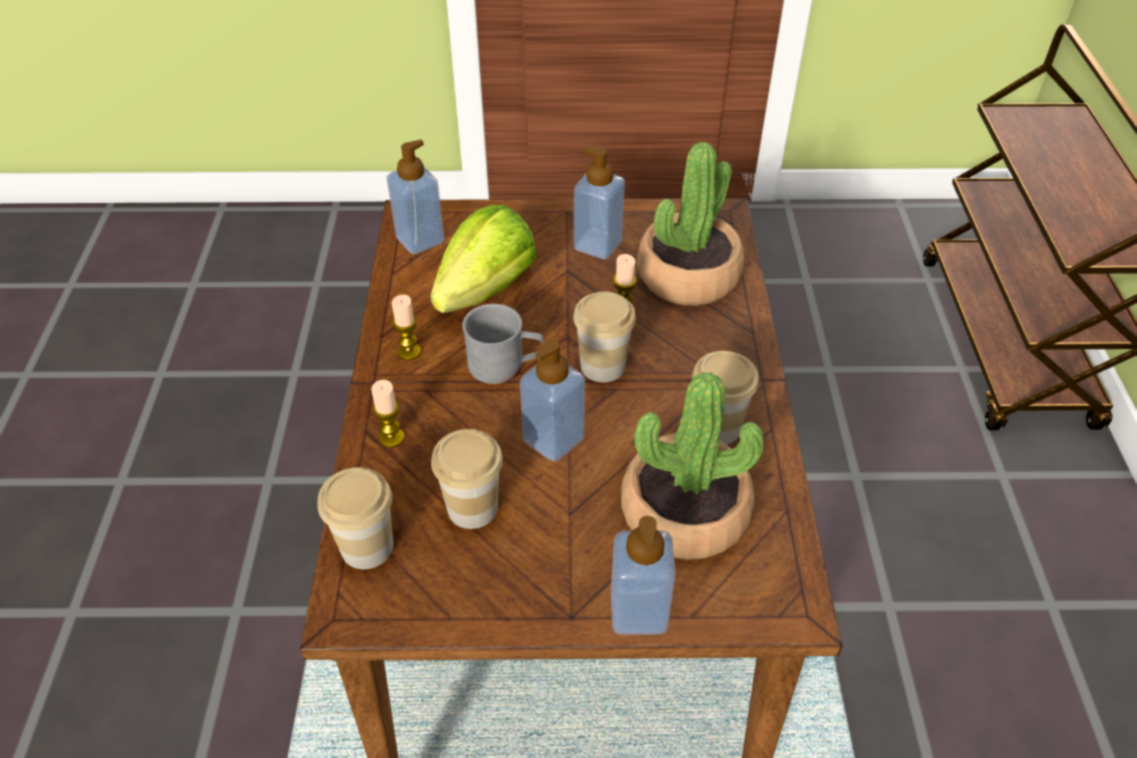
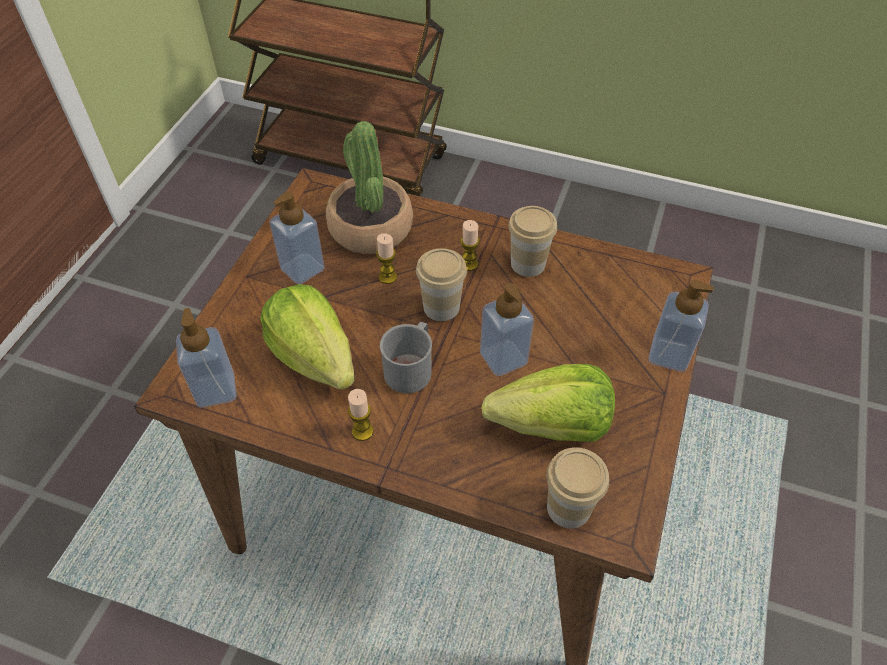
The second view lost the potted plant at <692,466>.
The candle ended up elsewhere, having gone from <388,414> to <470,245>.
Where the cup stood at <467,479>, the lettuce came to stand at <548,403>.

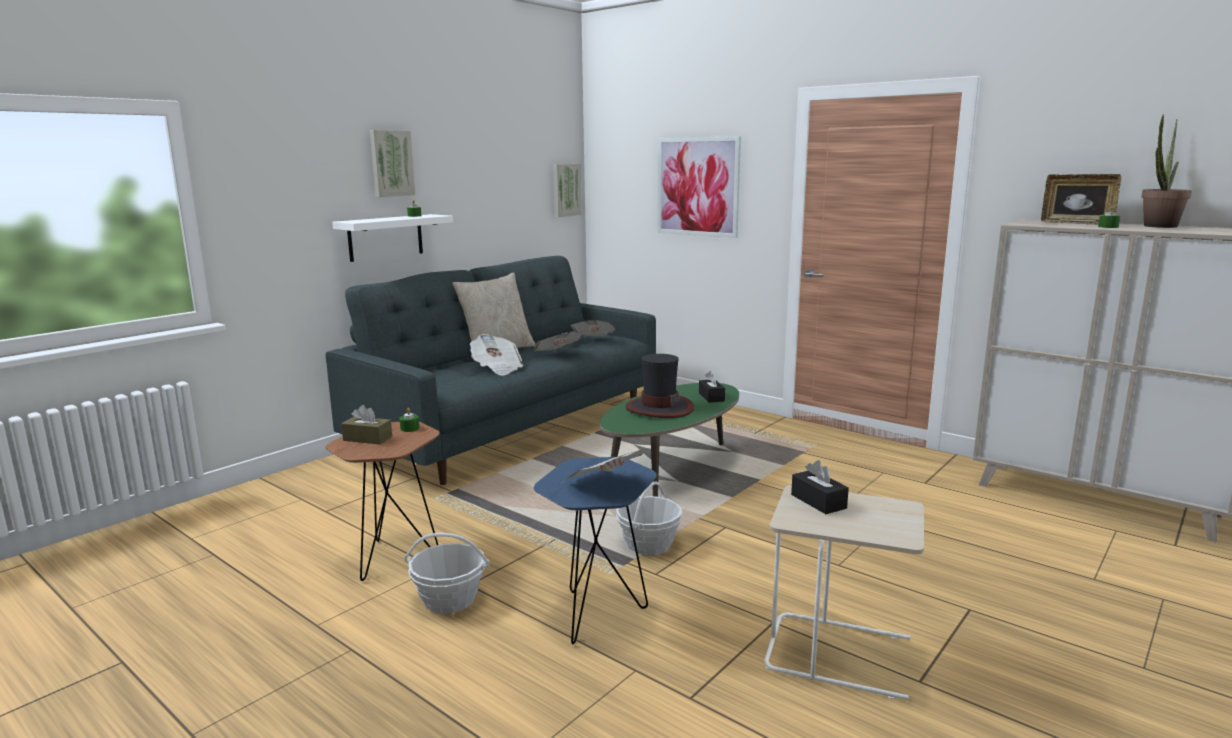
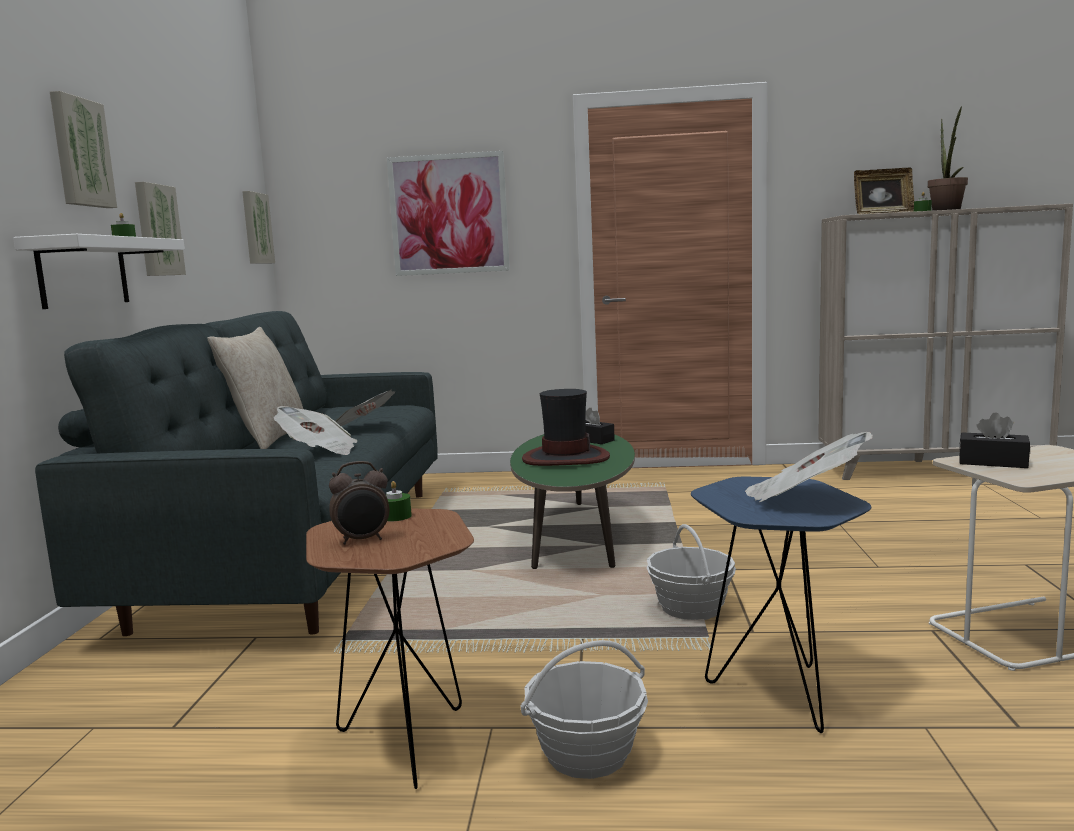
The second view lost the newspaper at <593,328>.
Where the brown tissue box stood at <366,424>, the alarm clock came to stand at <359,503>.
The second view gained the picture at <160,229>.

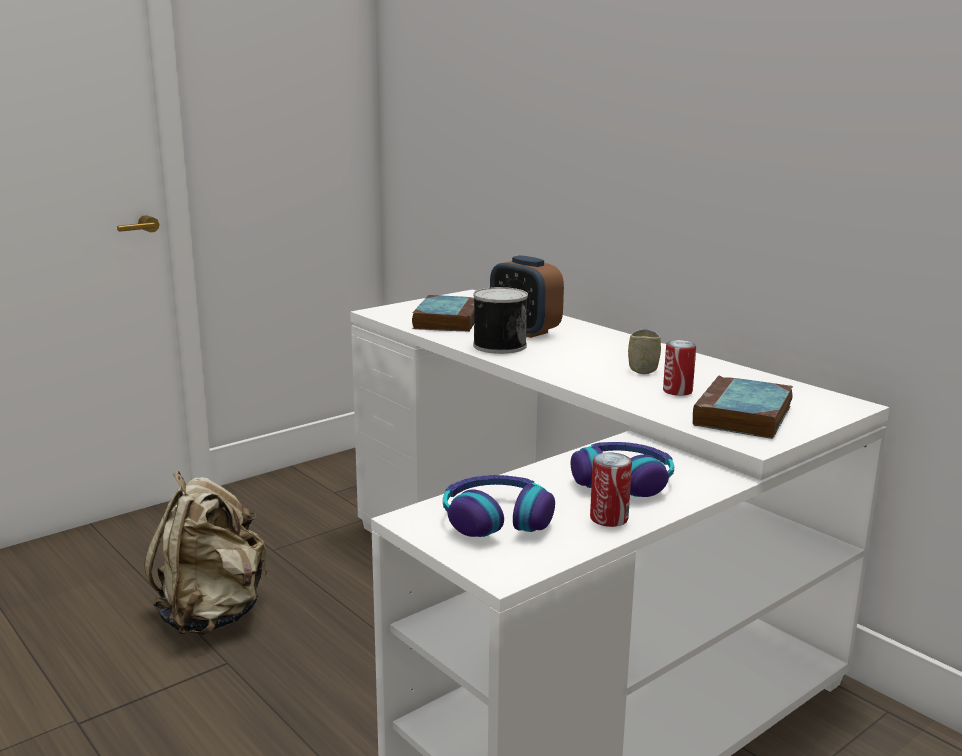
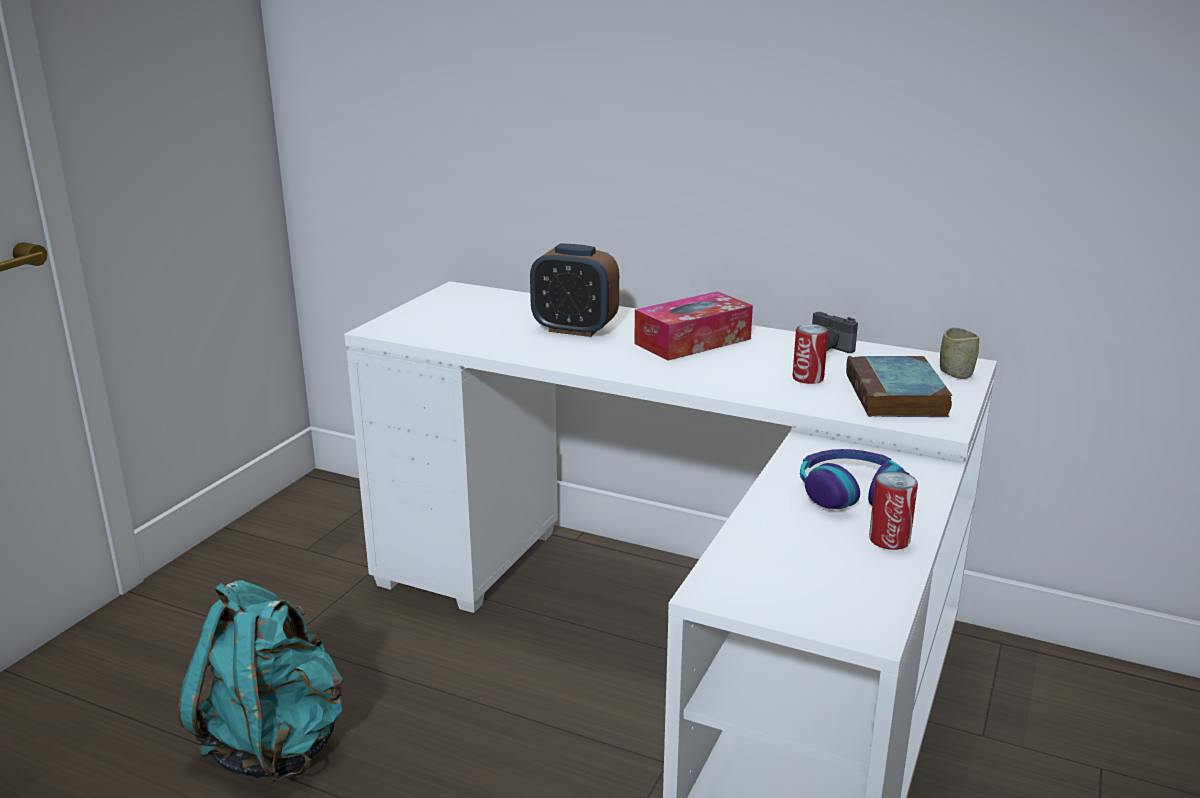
The second view lost the can at <500,320>.
The second view lost the book at <443,313>.
The cup ended up elsewhere, having gone from <644,351> to <959,353>.
What was the beige backpack at <206,553> turned into the turquoise backpack at <260,681>.
The second view lost the headphones at <499,506>.
The second view gained the tissue box at <693,326>.
The second view gained the photo camera at <835,332>.

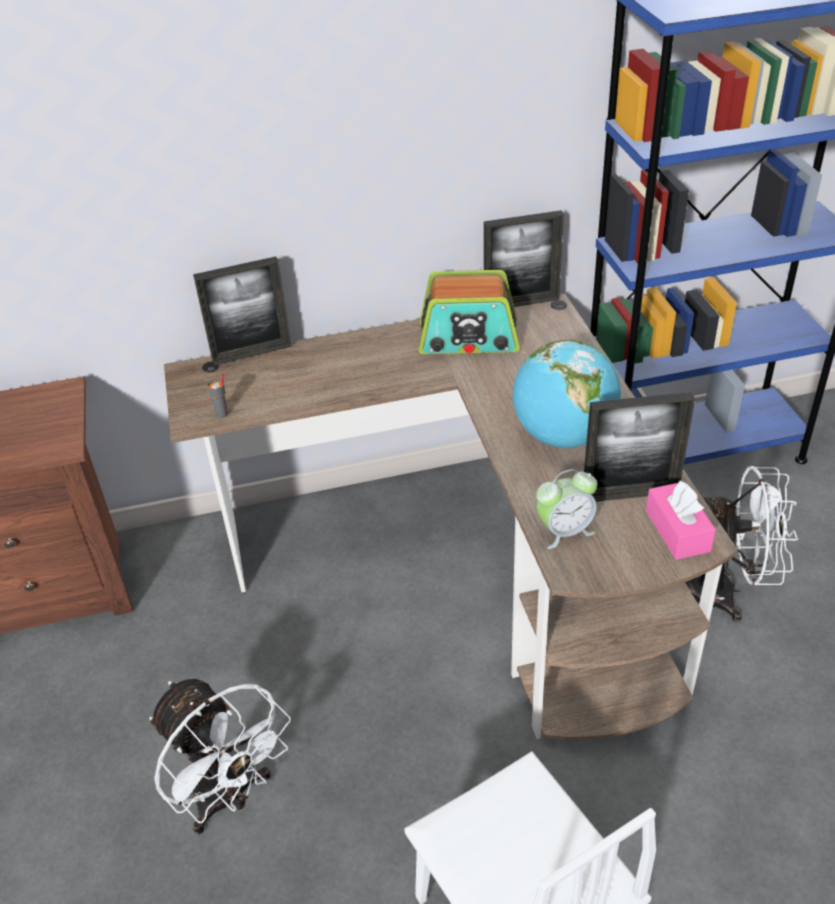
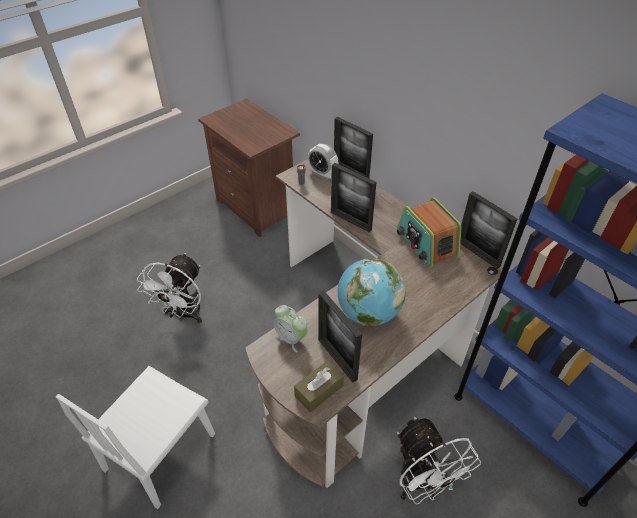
What was the pink tissue box at <681,520> turned into the brown tissue box at <319,386>.
The second view gained the alarm clock at <323,162>.
The second view gained the picture frame at <354,197>.

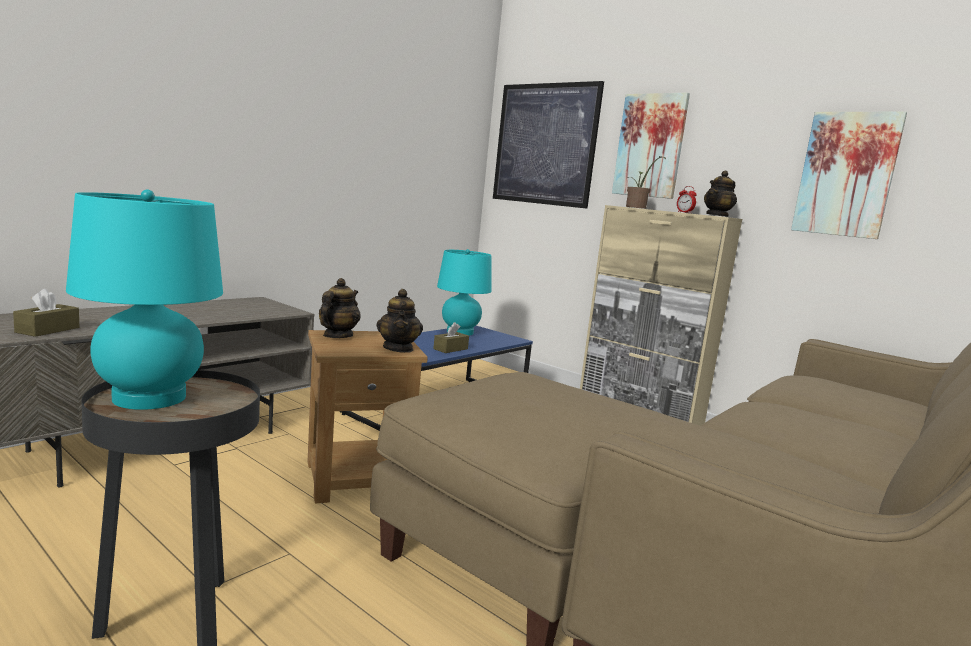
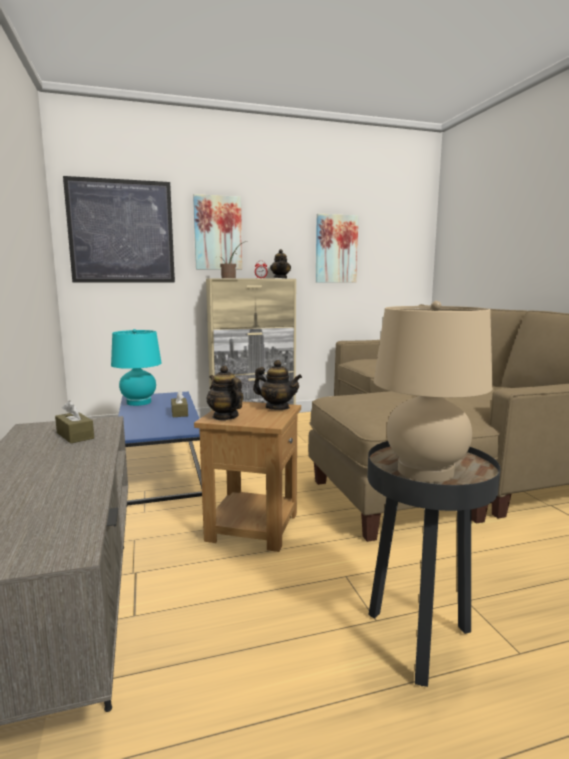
What was the turquoise table lamp at <144,300> turned into the beige table lamp at <433,391>.
The brown tissue box ended up elsewhere, having gone from <46,313> to <74,421>.

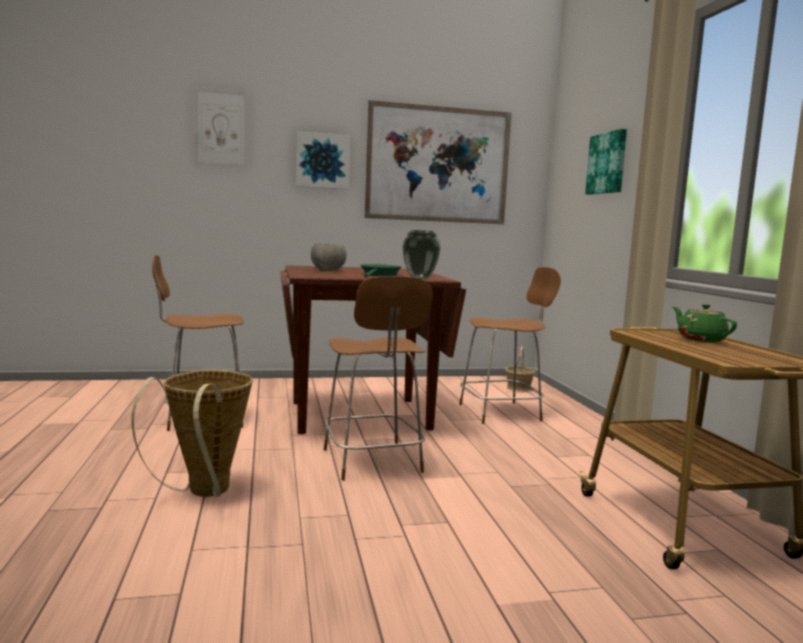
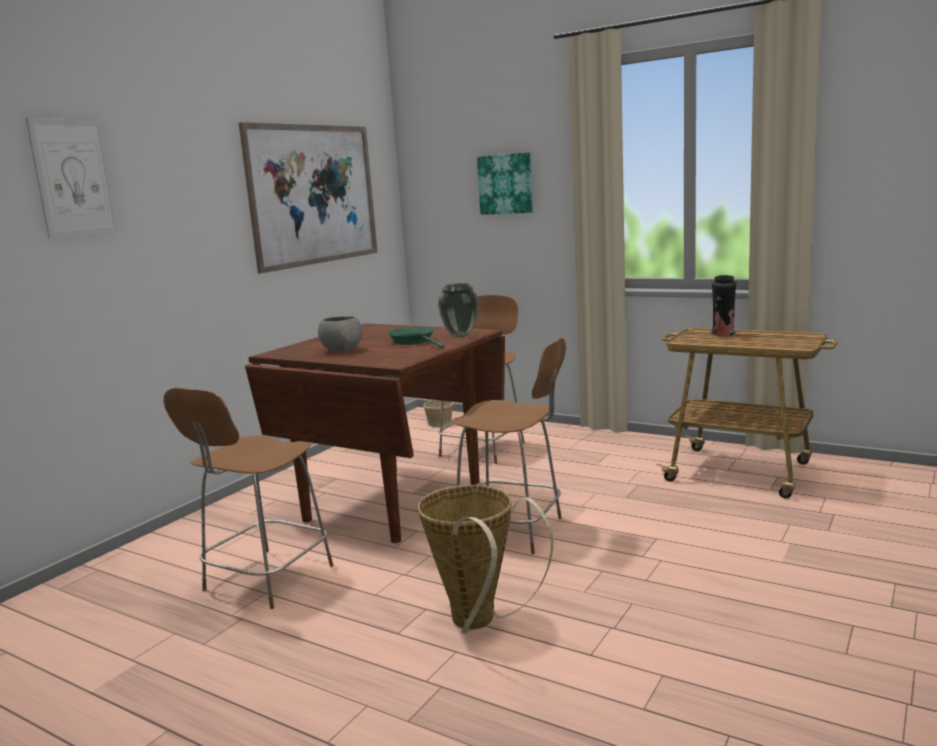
The second view lost the picture at <323,160>.
Where the green teapot stood at <705,323>, the black vase came to stand at <724,306>.

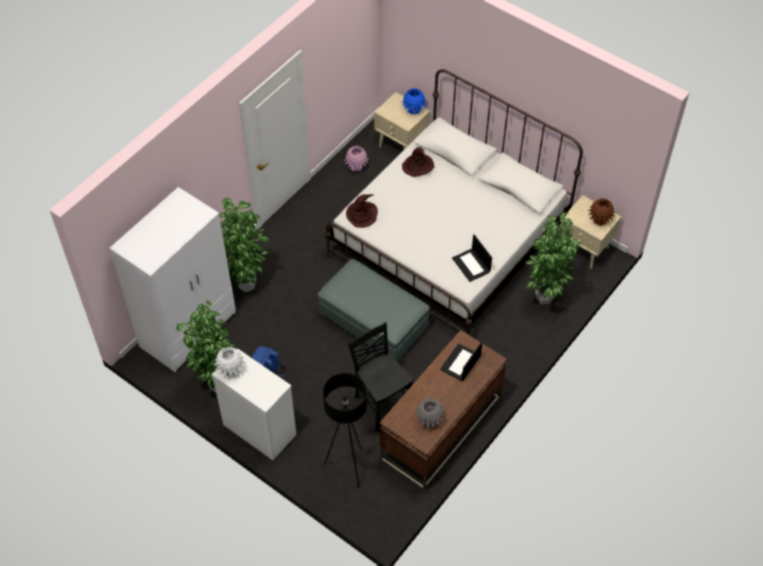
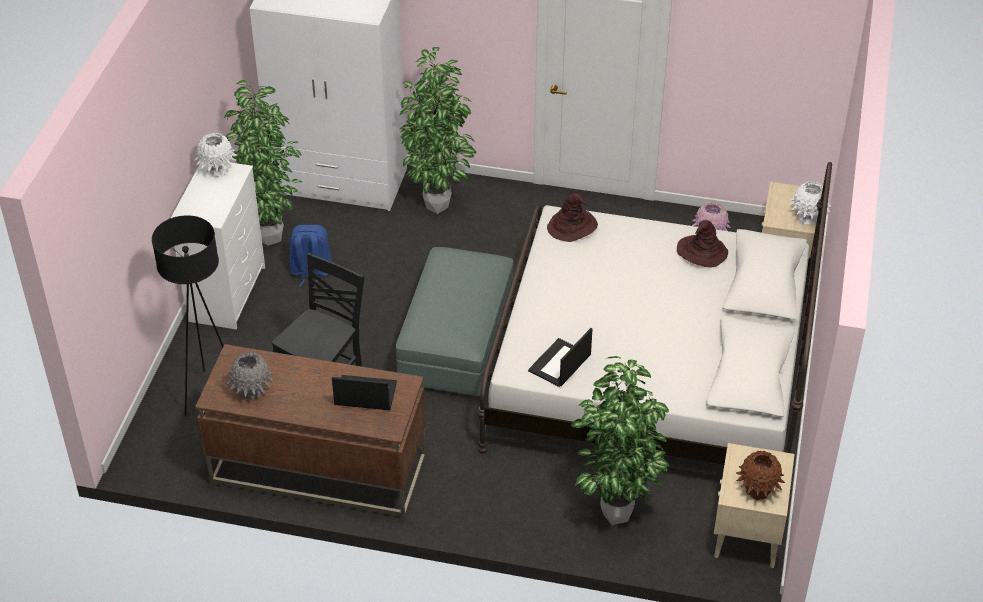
What was the blue vase at <414,101> turned into the white vase at <810,203>.

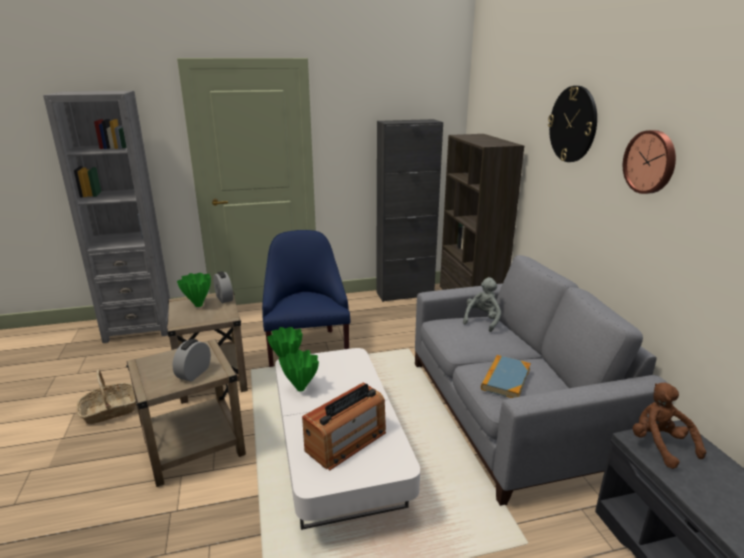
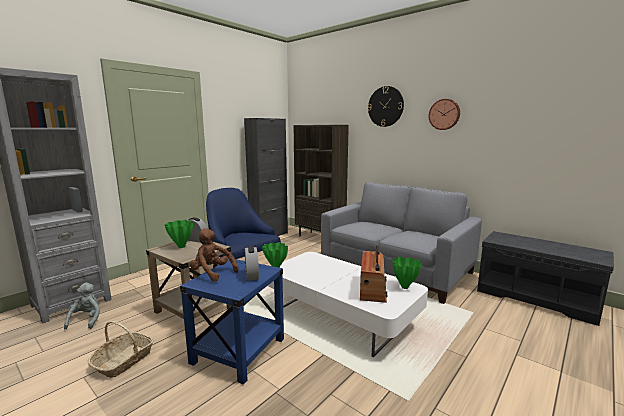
The grey plush toy ended up elsewhere, having gone from <482,304> to <82,306>.
What was the beige side table at <186,413> turned into the blue side table at <232,321>.
The green vase ended up elsewhere, having gone from <299,370> to <407,273>.
The second view lost the book at <506,376>.
The brown plush toy ended up elsewhere, having gone from <669,426> to <214,255>.

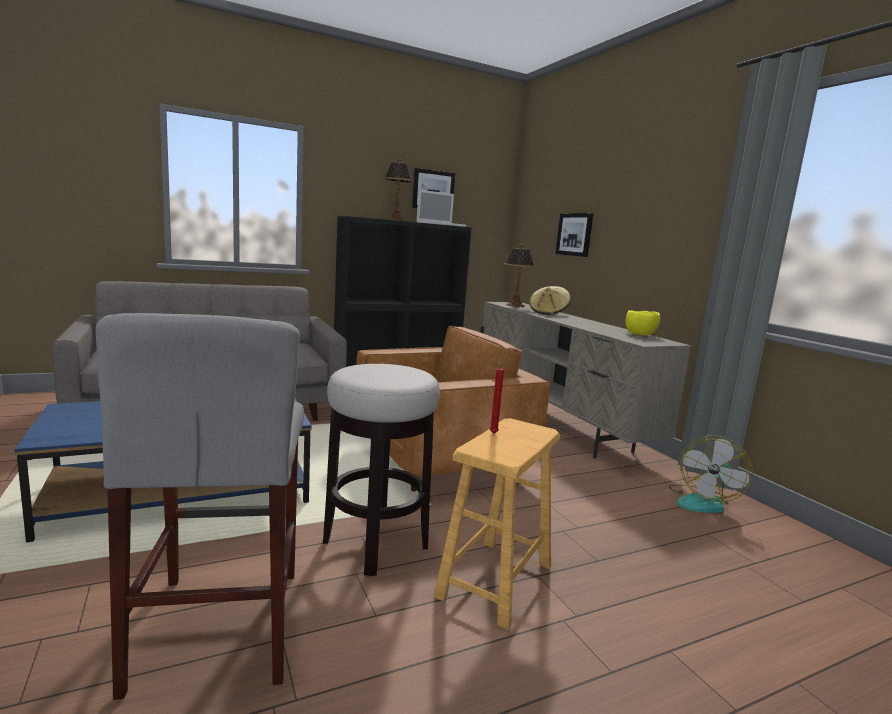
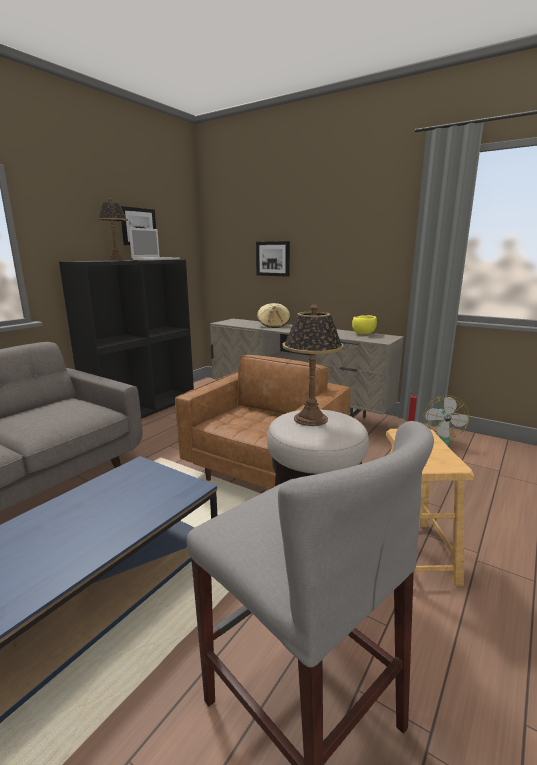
The table lamp ended up elsewhere, having gone from <519,275> to <313,365>.

